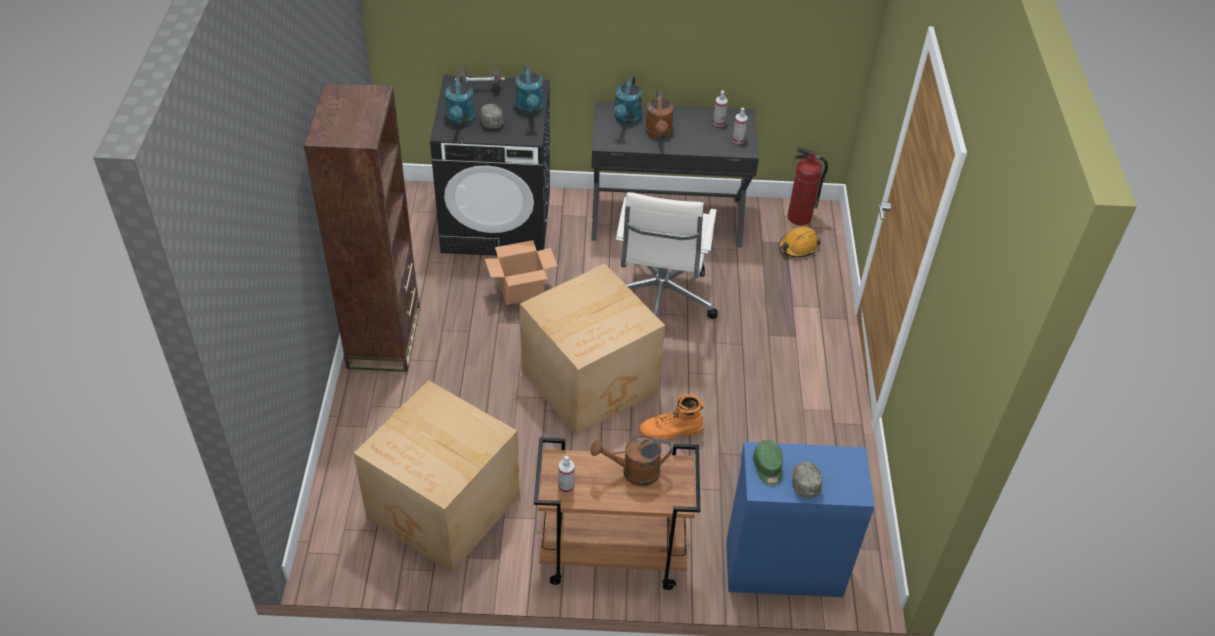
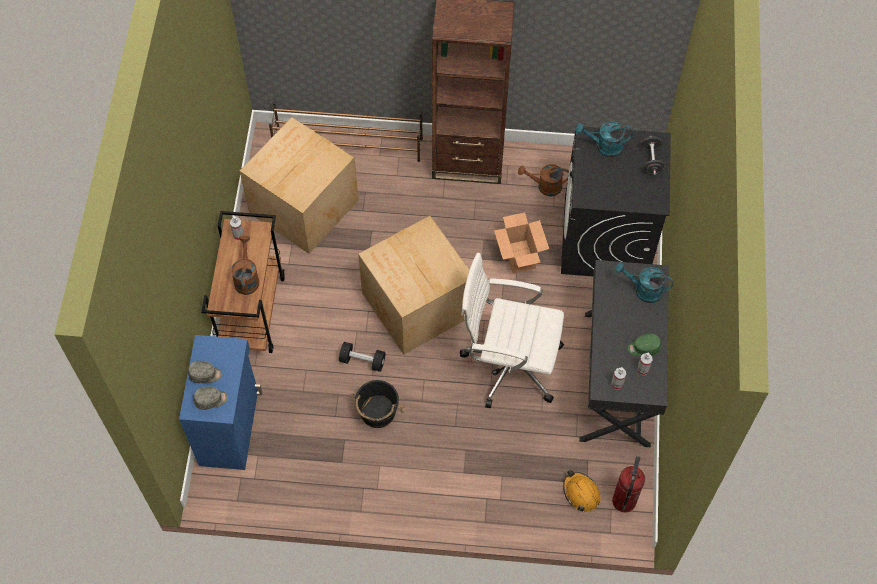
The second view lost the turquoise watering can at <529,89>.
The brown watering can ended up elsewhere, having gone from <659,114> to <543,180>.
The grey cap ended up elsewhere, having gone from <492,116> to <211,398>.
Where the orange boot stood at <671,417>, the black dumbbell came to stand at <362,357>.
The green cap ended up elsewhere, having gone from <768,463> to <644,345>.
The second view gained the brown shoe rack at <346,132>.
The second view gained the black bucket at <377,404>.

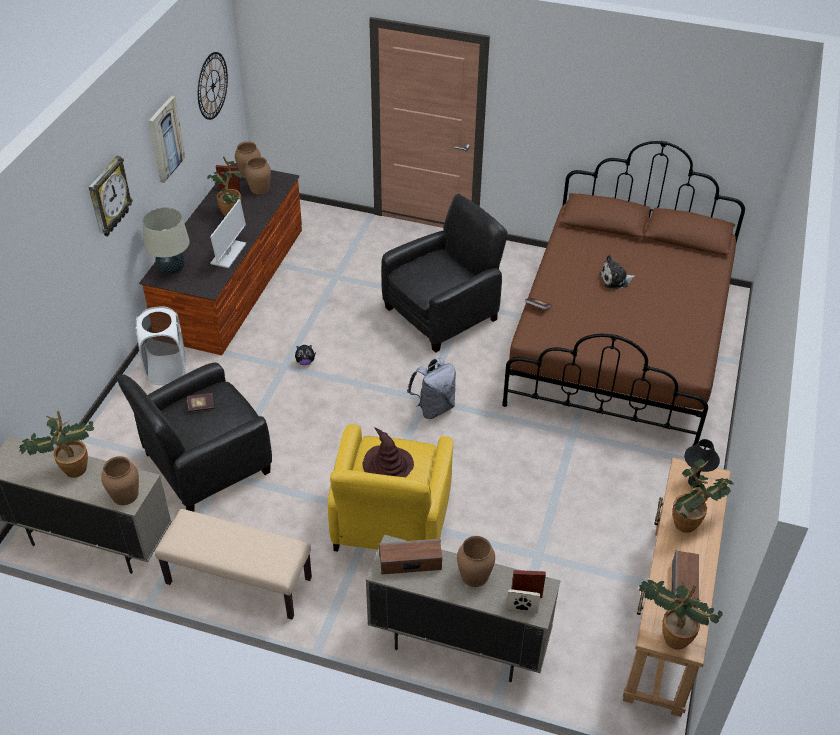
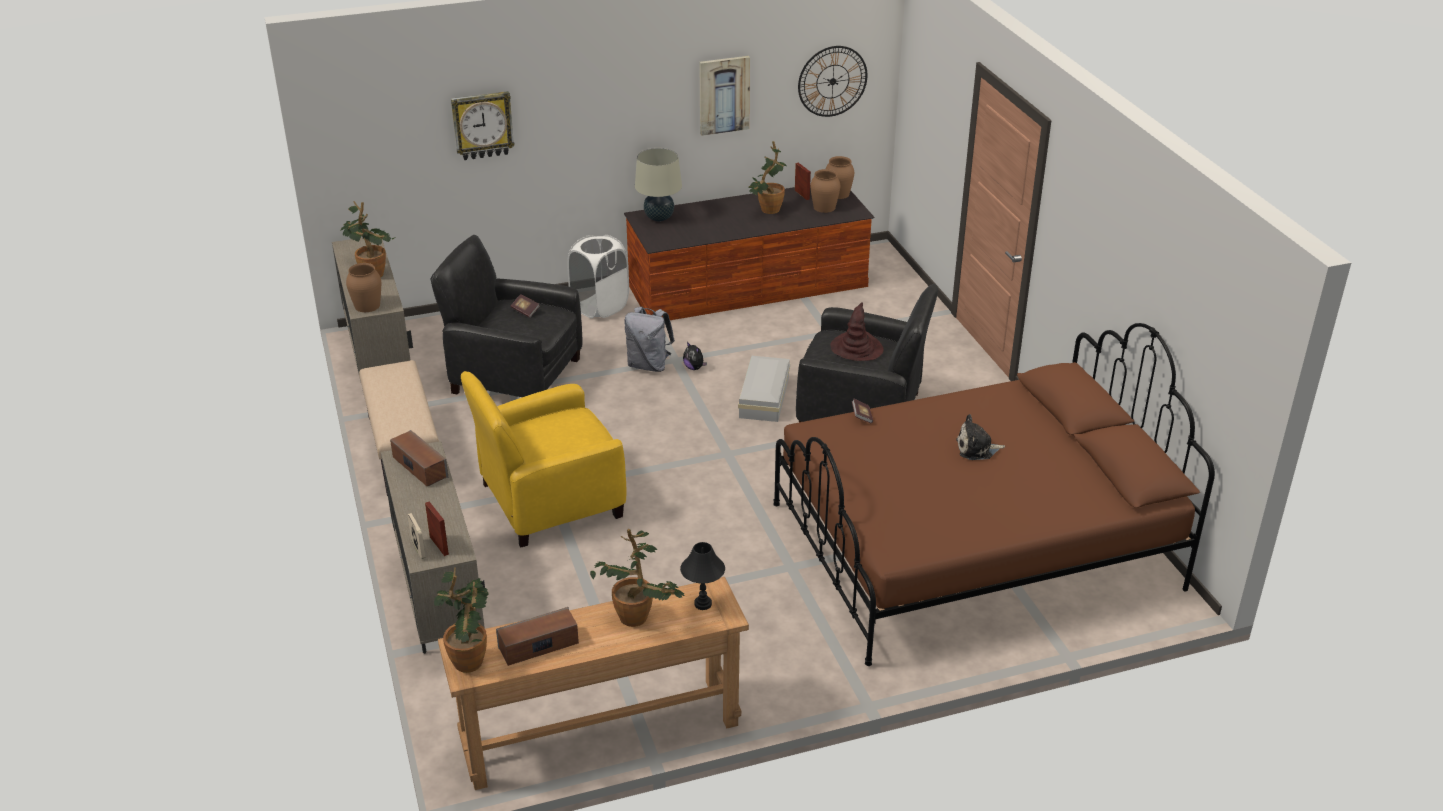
The wall clock ended up elsewhere, having gone from <110,196> to <483,125>.
The second view lost the monitor at <228,233>.
The plush toy at <617,272> ended up facing another way, 45 degrees counterclockwise from before.
The grey backpack ended up elsewhere, having gone from <431,388> to <649,339>.
The brown hat ended up elsewhere, having gone from <388,452> to <857,331>.
The second view lost the brown vase at <476,561>.
The second view gained the white storage box at <764,389>.

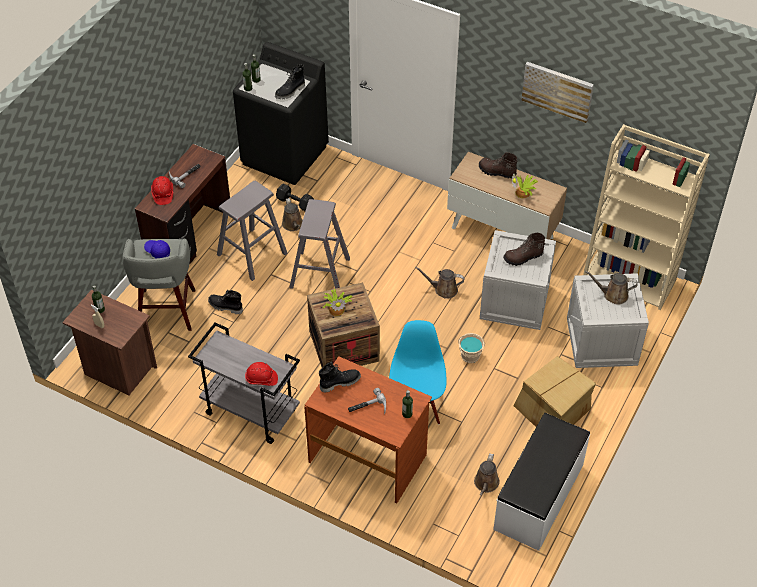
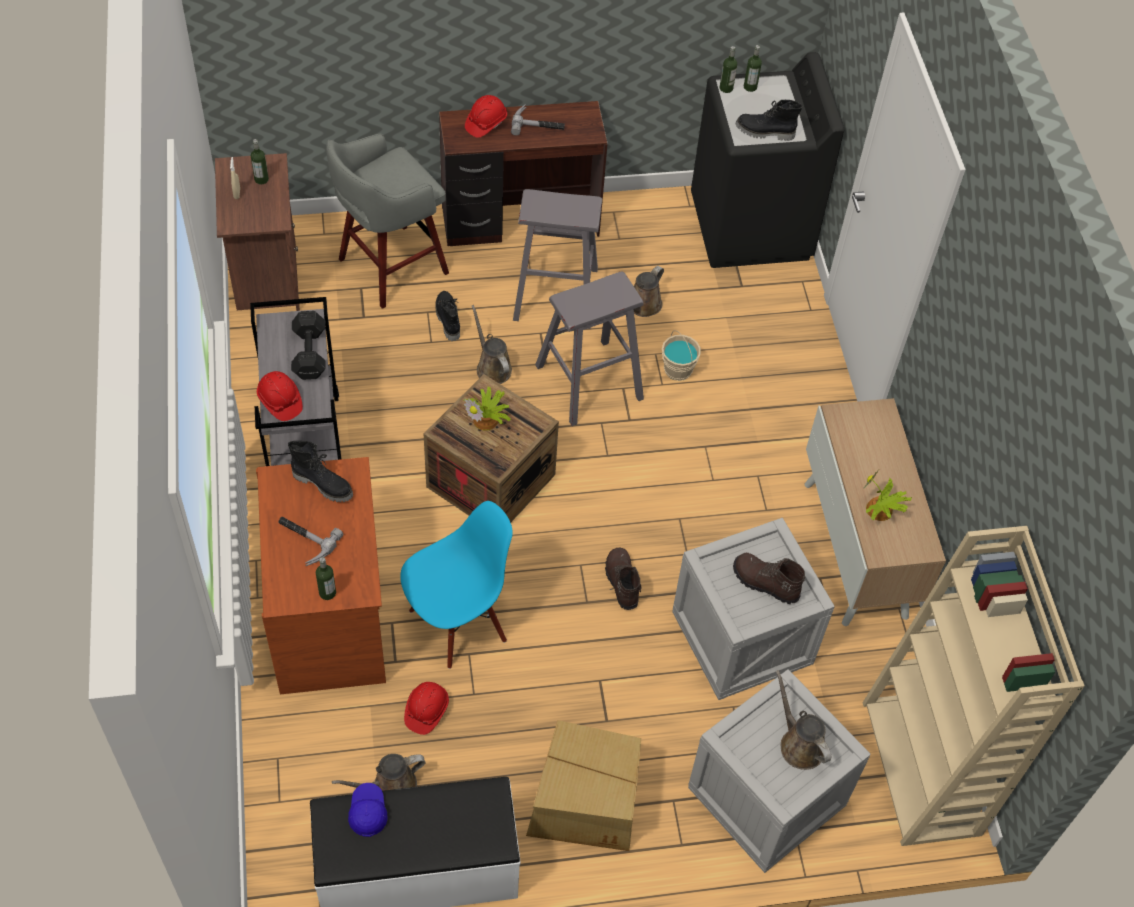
The second view lost the picture at <557,92>.
The brown boot ended up elsewhere, having gone from <498,165> to <623,579>.
The black dumbbell ended up elsewhere, having gone from <295,197> to <308,345>.
The blue cap ended up elsewhere, having gone from <157,249> to <368,810>.
The brown watering can ended up elsewhere, having gone from <440,283> to <492,344>.
The beige bucket ended up elsewhere, having gone from <471,348> to <681,355>.
The second view gained the red hard hat at <426,708>.

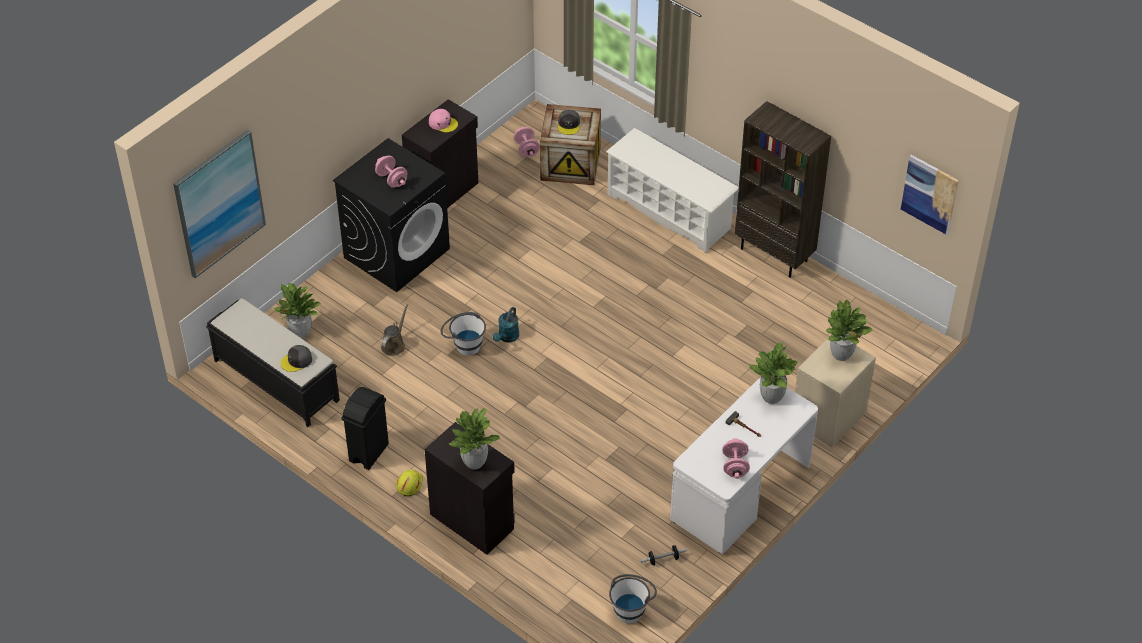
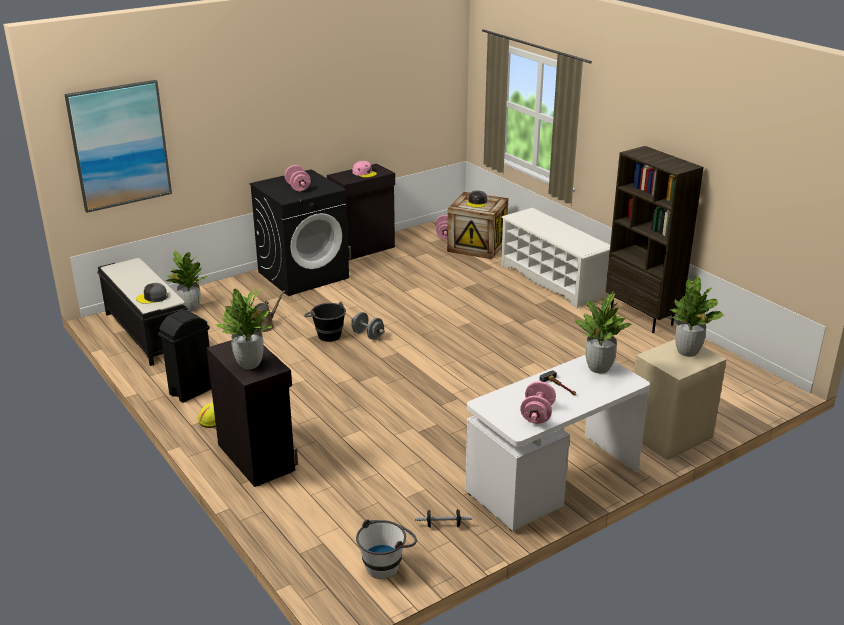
The second view lost the picture at <930,195>.
Where the turquoise watering can stood at <506,324>, the grey dumbbell came to stand at <368,326>.
What was the white bucket at <463,334> turned into the black bucket at <325,322>.

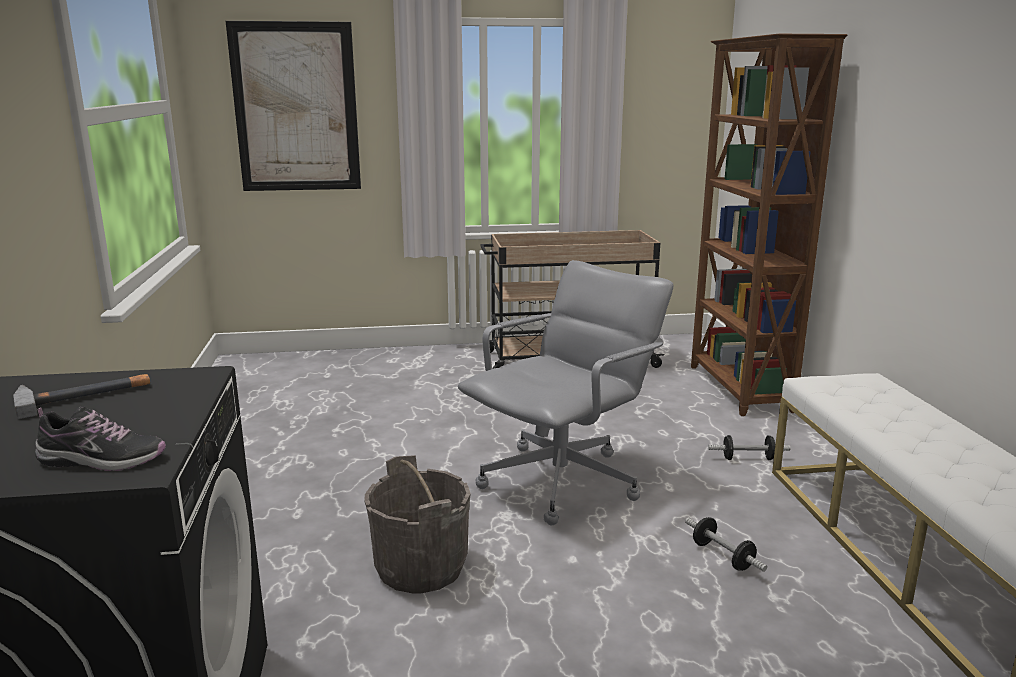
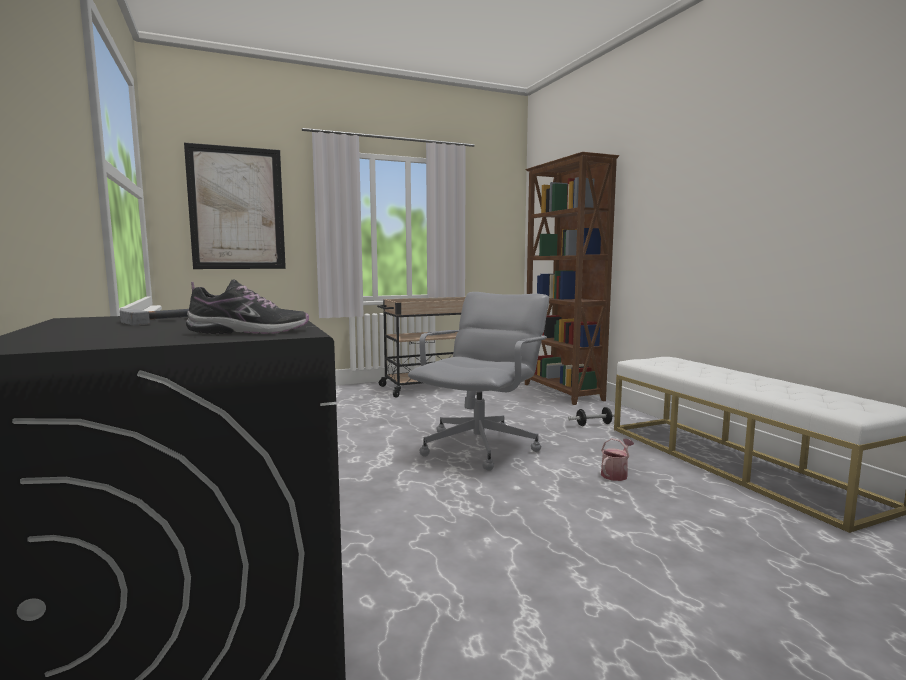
The second view lost the grey bucket at <417,524>.
Where the dumbbell stood at <726,544>, the watering can came to stand at <617,459>.

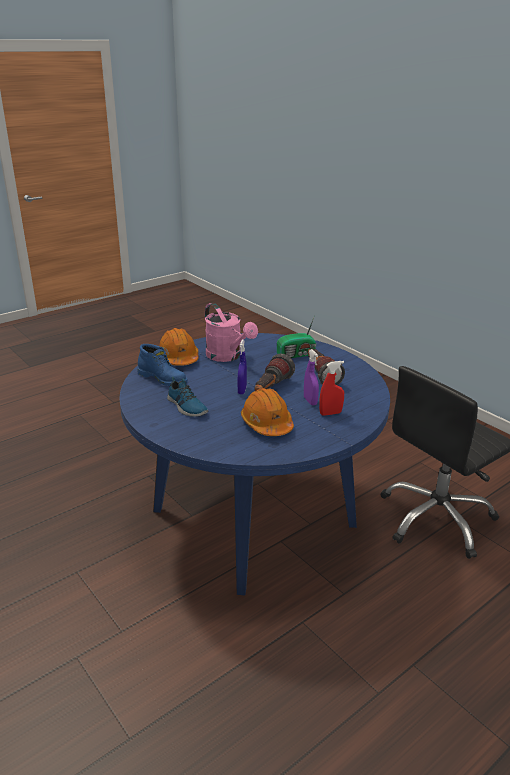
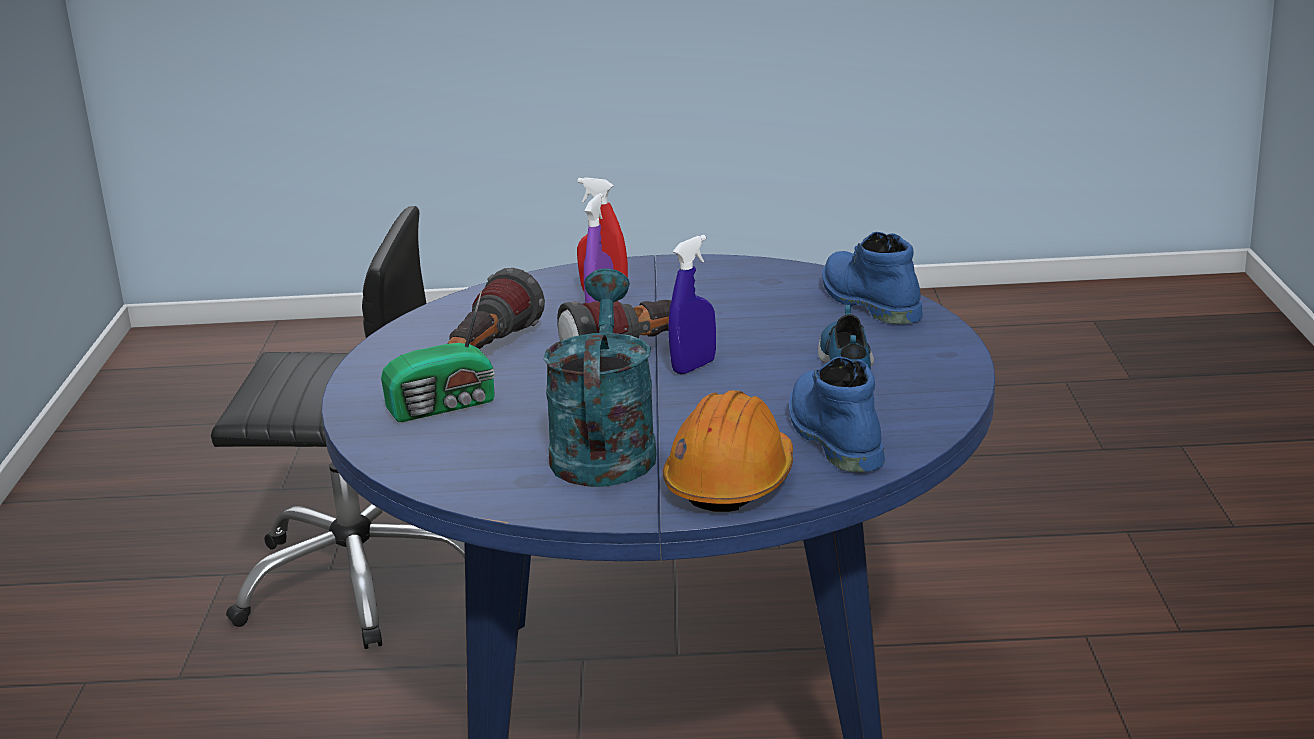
What was the pink watering can at <231,332> turned into the turquoise watering can at <599,377>.
The radio at <296,338> ended up facing another way, 135 degrees clockwise from before.
The second view lost the orange hard hat at <267,412>.
The second view gained the blue boot at <872,278>.

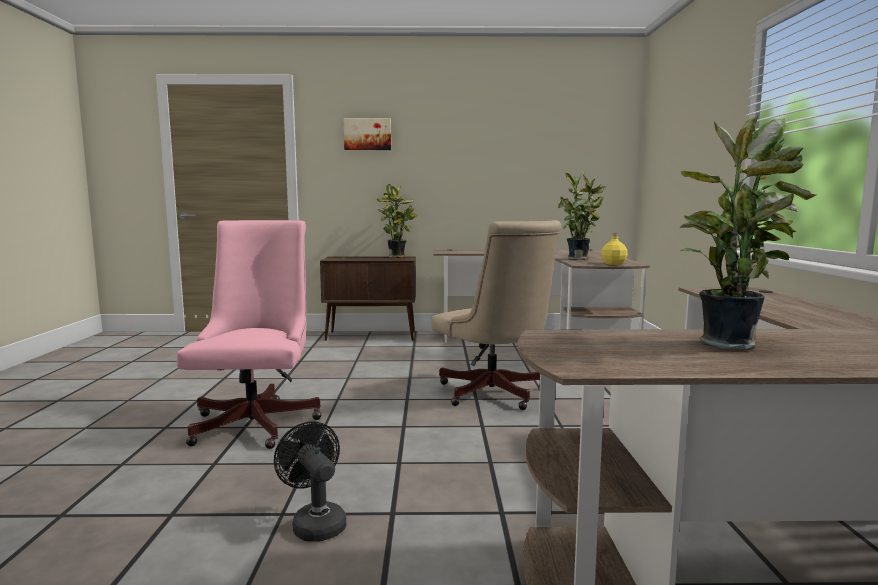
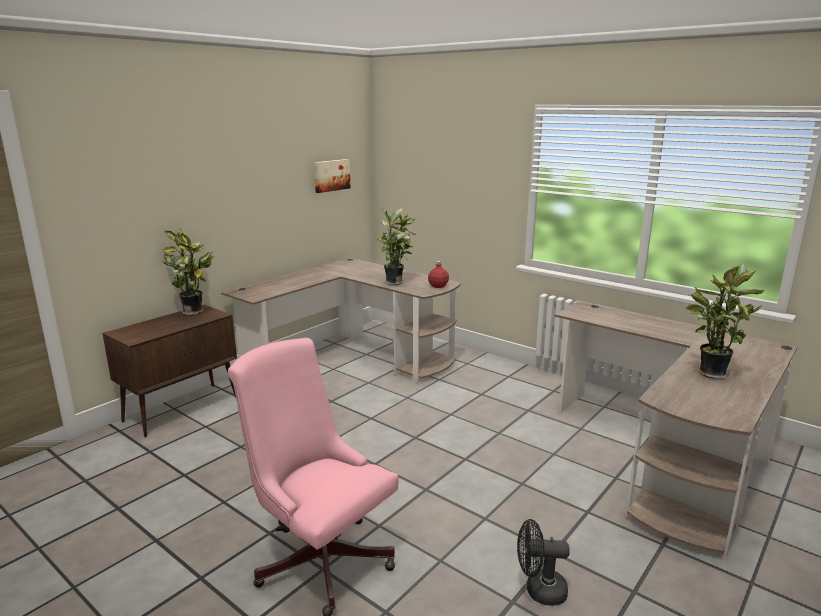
The picture ended up elsewhere, having gone from <367,134> to <332,176>.
The second view lost the beige office chair at <496,315>.
What was the yellow bottle at <614,249> turned into the red bottle at <438,274>.

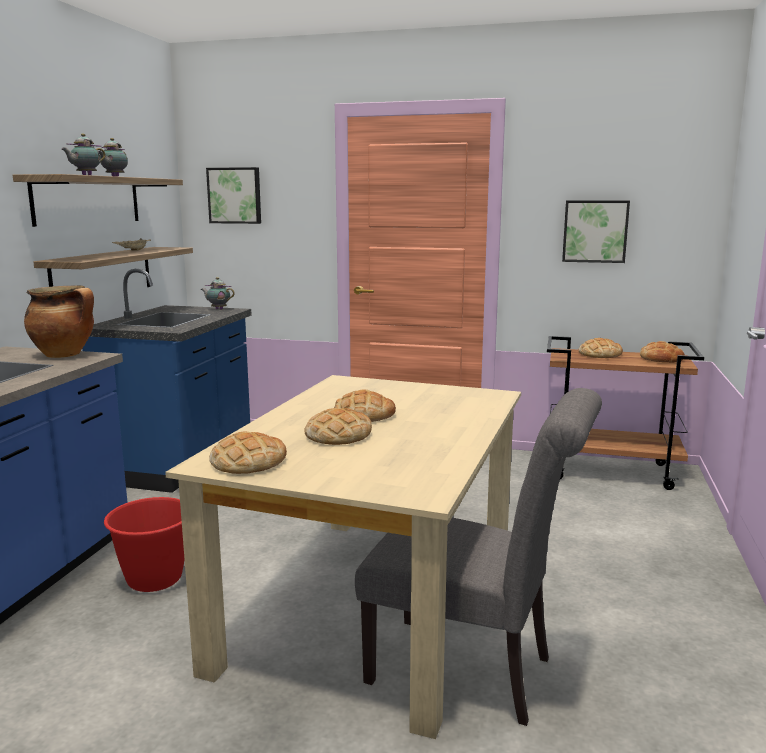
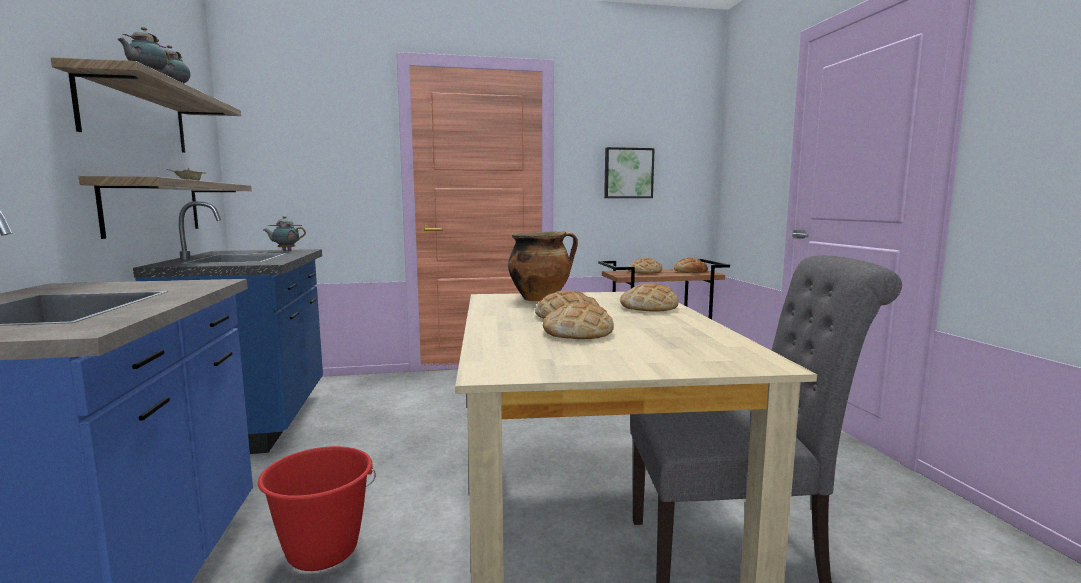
The second view lost the picture at <233,195>.
The cooking pot ended up elsewhere, having gone from <59,321> to <543,266>.
The bread ended up elsewhere, having gone from <248,452> to <649,297>.

